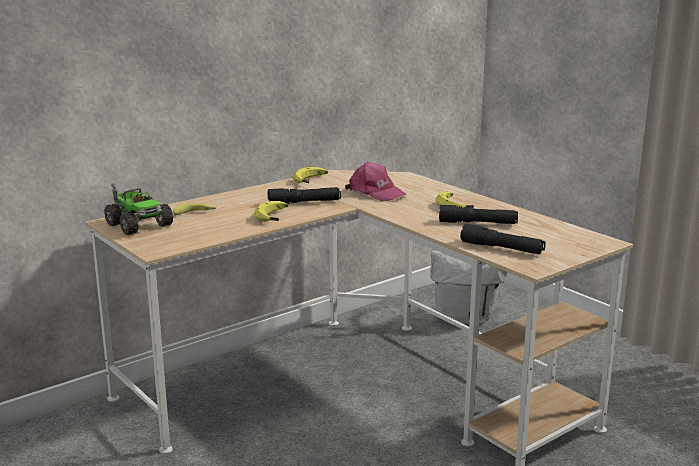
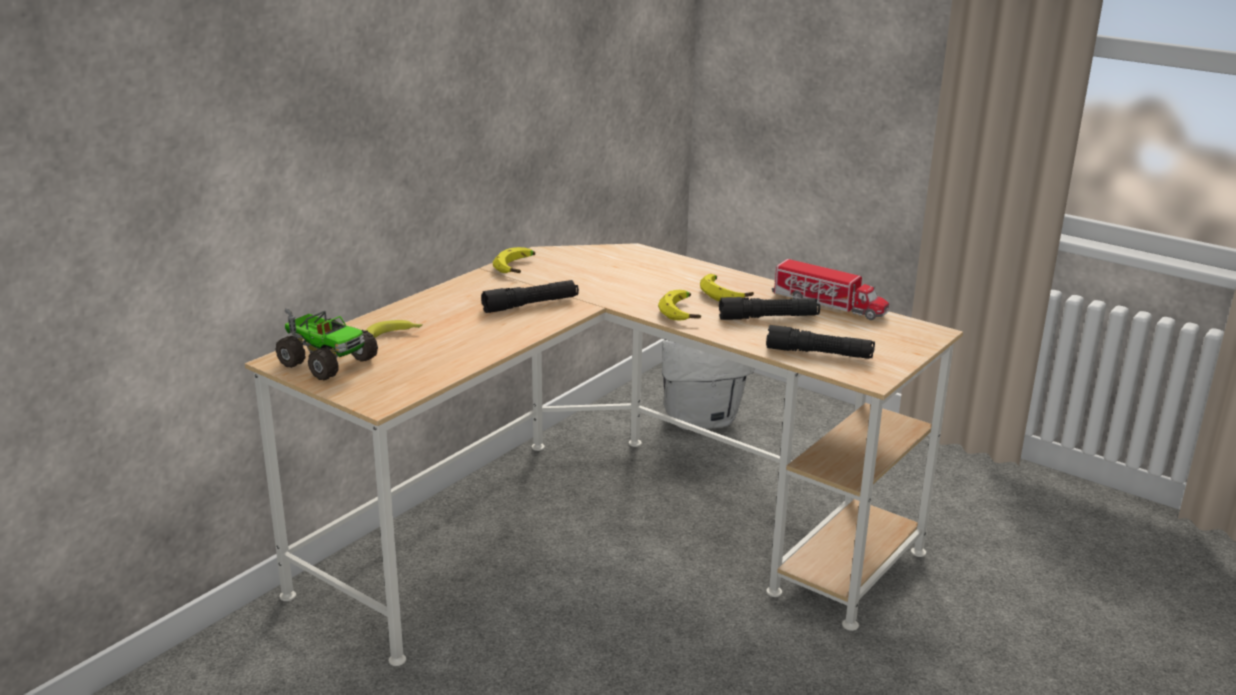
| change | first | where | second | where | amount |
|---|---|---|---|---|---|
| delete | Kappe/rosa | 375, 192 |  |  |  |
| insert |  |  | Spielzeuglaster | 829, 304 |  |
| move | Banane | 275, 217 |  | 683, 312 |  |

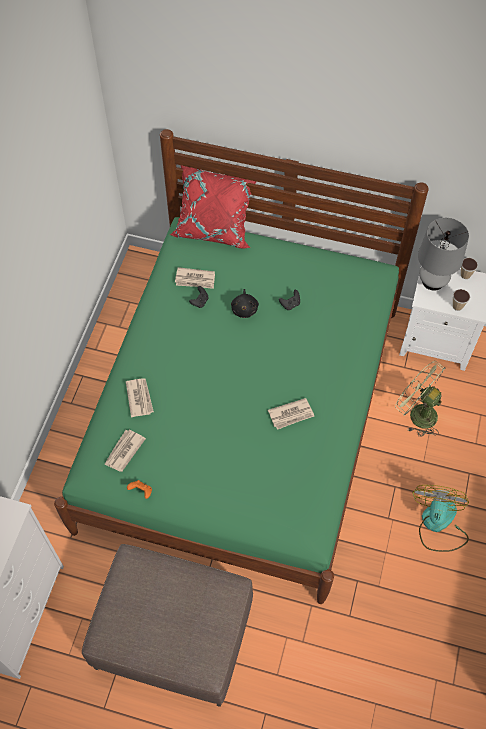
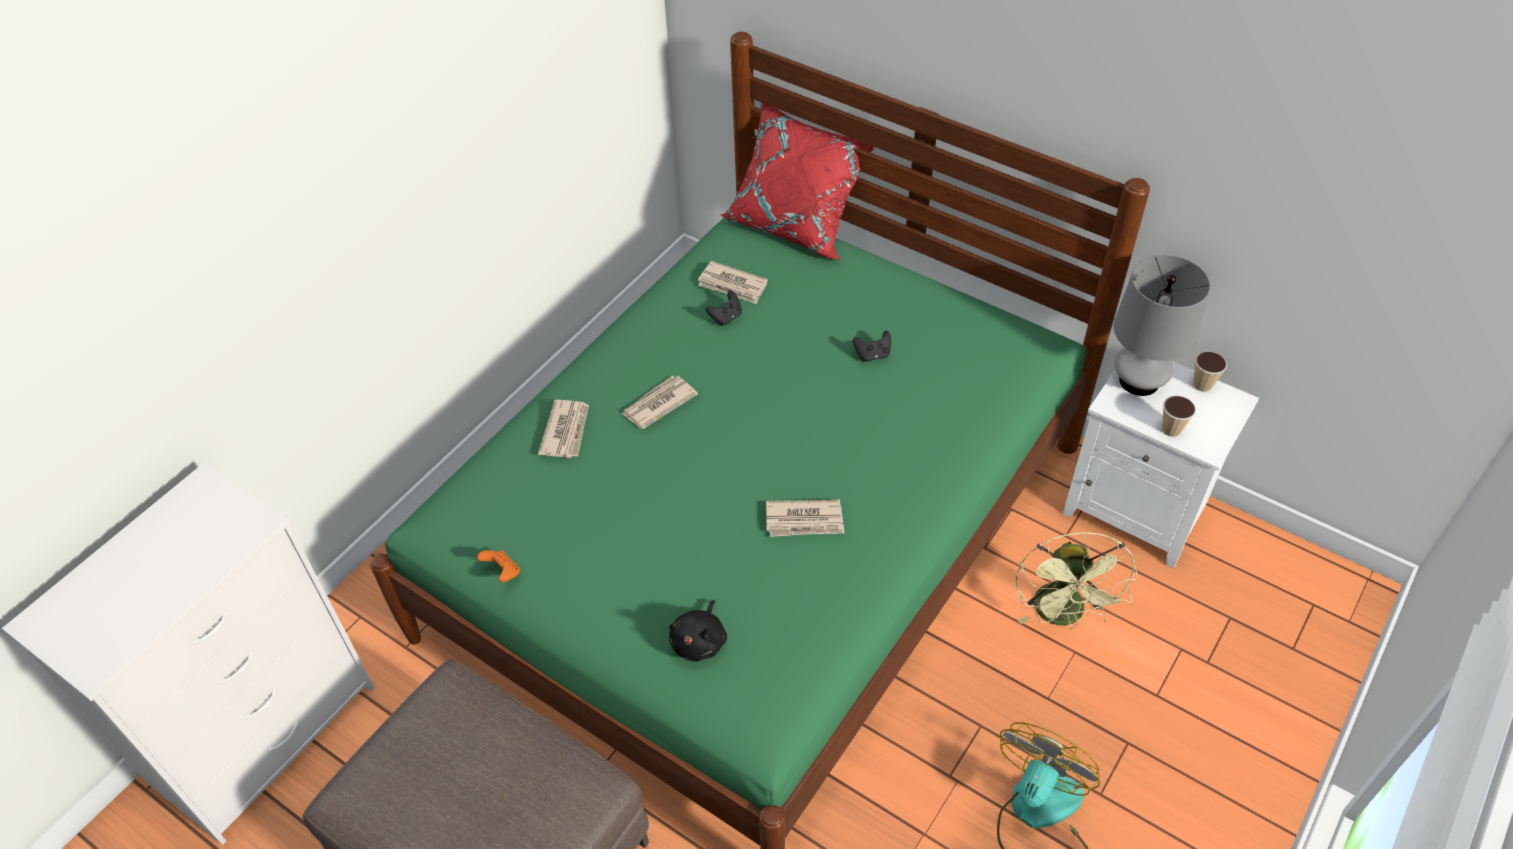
| change | first | where | second | where | amount |
|---|---|---|---|---|---|
| move | Zeitung | 124, 451 |  | 658, 404 |  |
| move | Plüschtier/schwarz | 244, 309 |  | 700, 641 |  |
| rotate | Ventilator/grün | 417, 413 |  | 1063, 615 | 150 degrees counterclockwise |

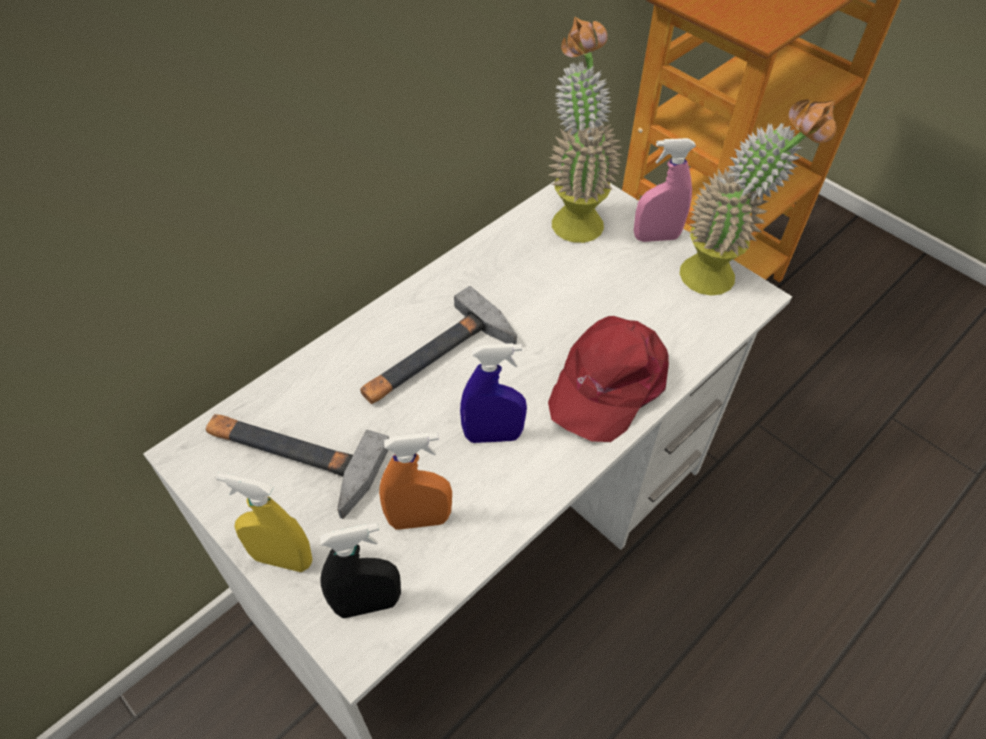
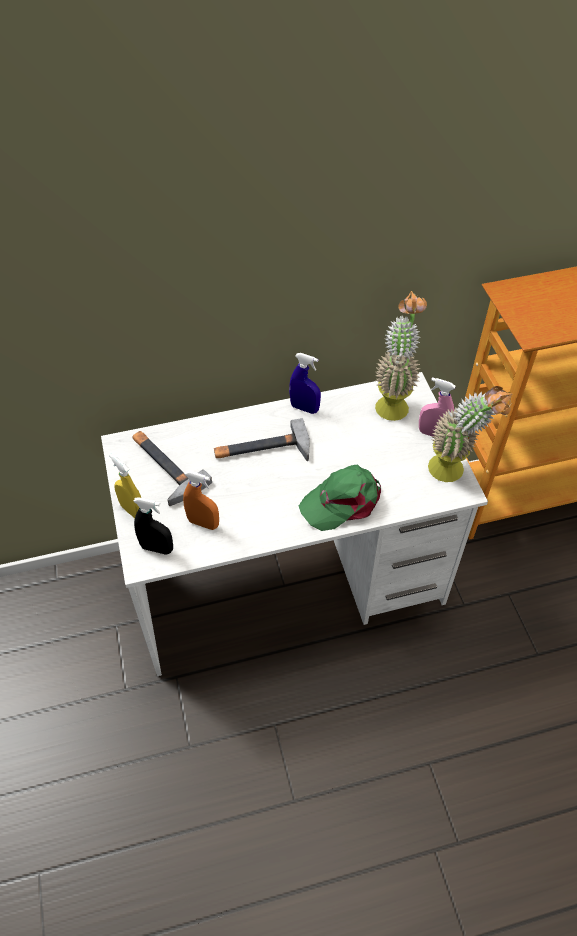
| change | first | where | second | where | amount |
|---|---|---|---|---|---|
| move | Sprühflasche/blau | 493, 436 |  | 304, 408 |  |
| recolor | Kappe/rot | 607, 383 | Kappe/grün | 342, 501 |  |

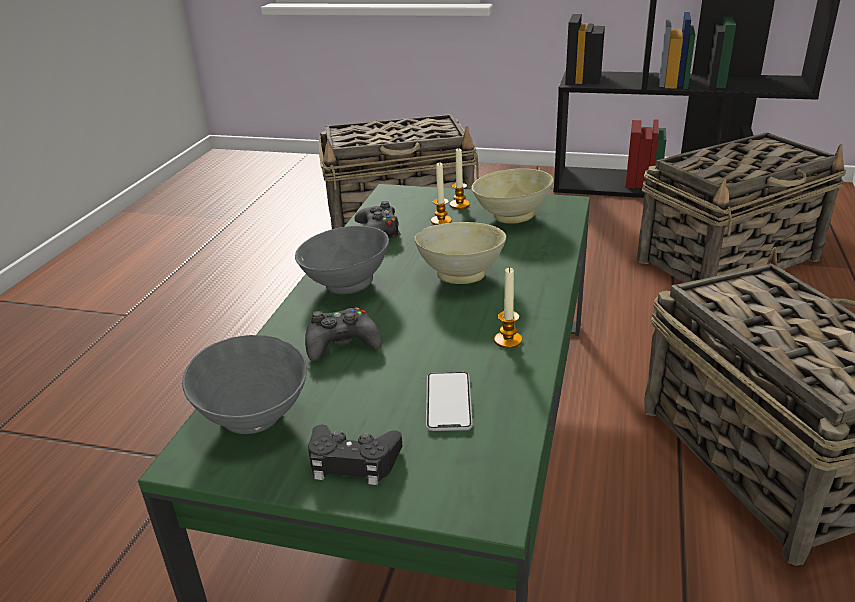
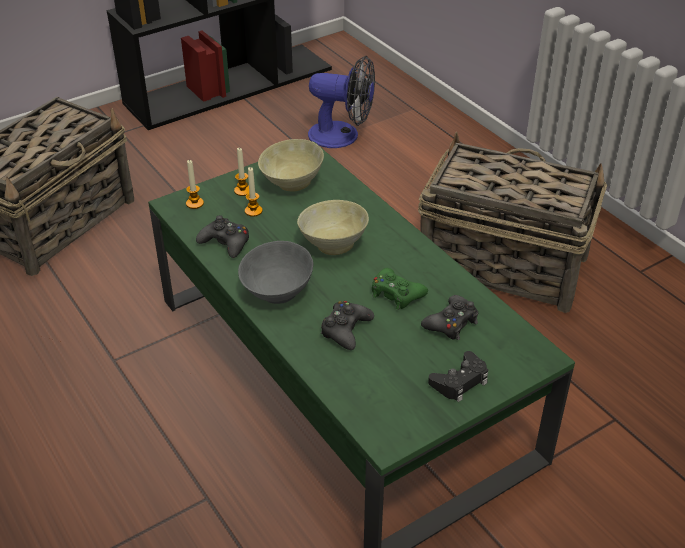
| change | first | where | second | where | amount |
|---|---|---|---|---|---|
| delete | Schüssel/grau | 252, 418 |  |  |  |
| insert |  |  | Gamepad/grün | 396, 294 |  |
| move | Kerze | 508, 340 |  | 194, 203 |  |
| replace | Handy | 448, 402 | Gamepad/schwarz | 451, 323 |  |
| replace | Korb | 729, 259 | Ventilator | 342, 136 |  |

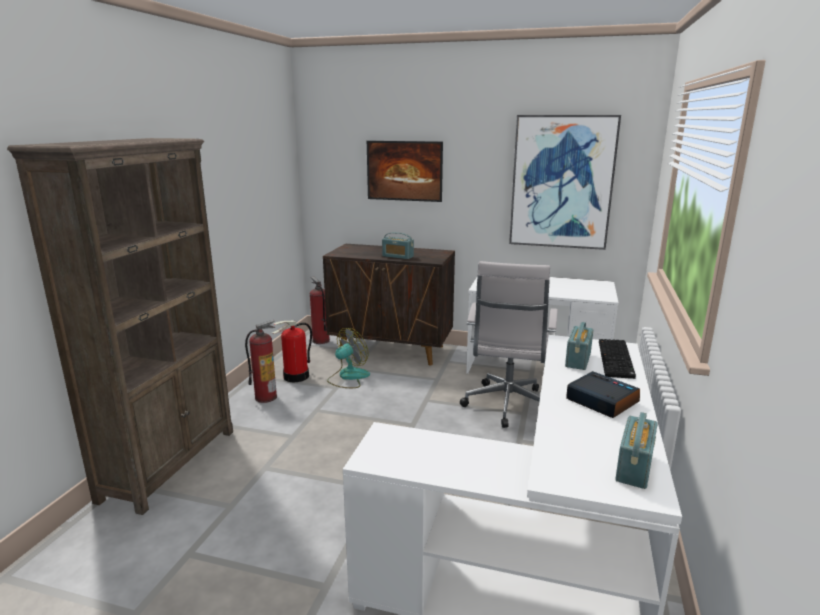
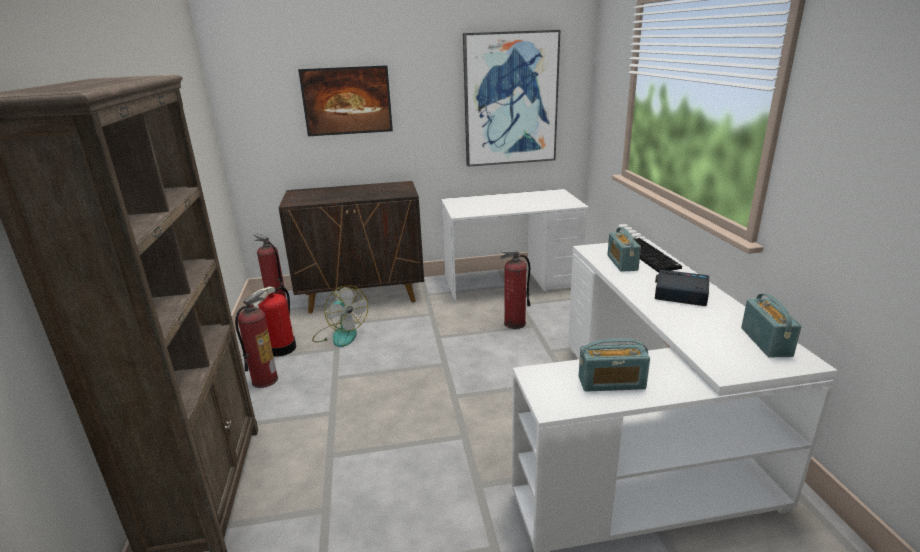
| change | first | where | second | where | amount |
|---|---|---|---|---|---|
| move | Radio | 397, 256 |  | 611, 383 |  |
| replace | Bürostuhl/weiß | 507, 407 | Feuerlöscher | 514, 323 |  |
| rotate | Ventilator | 348, 377 |  | 340, 334 | 120 degrees clockwise |

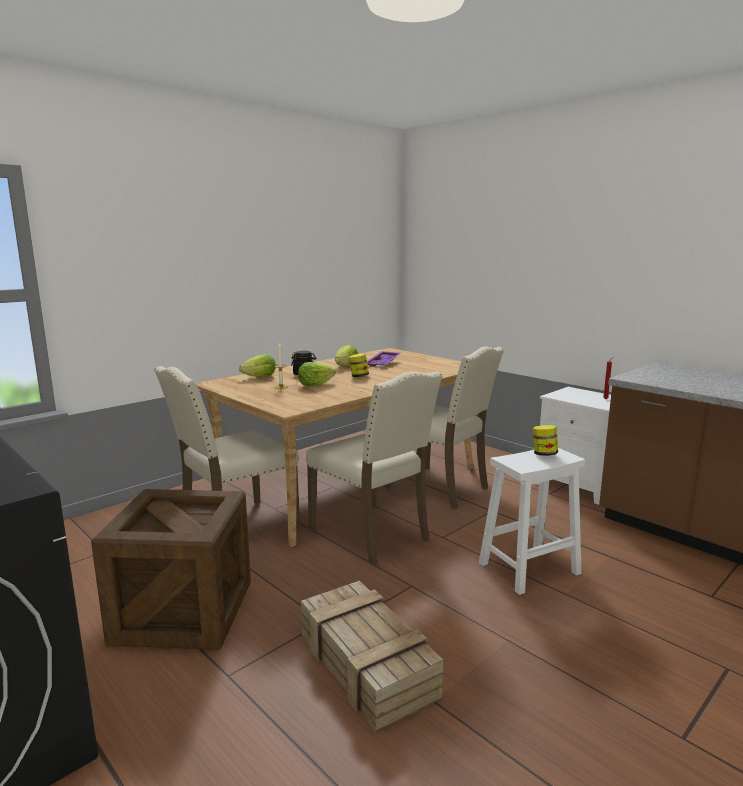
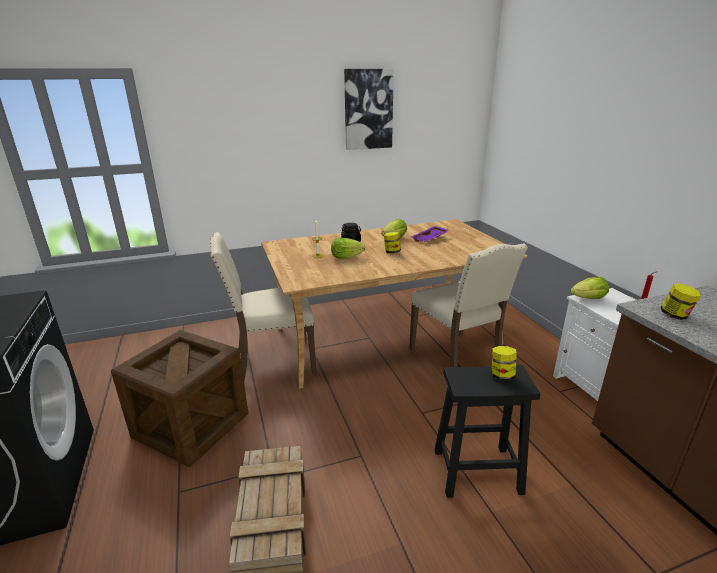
| change | first | where | second | where | amount |
|---|---|---|---|---|---|
| delete | Stuhl/beige | 372, 534 |  |  |  |
| insert |  |  | Bild | 368, 109 |  |
| insert |  |  | Vorratsglas | 675, 315 |  |
| move | Salatkopf | 260, 377 |  | 588, 299 |  |
| recolor | Hocker/weiß | 530, 568 | Hocker/schwarz | 478, 471 |  |

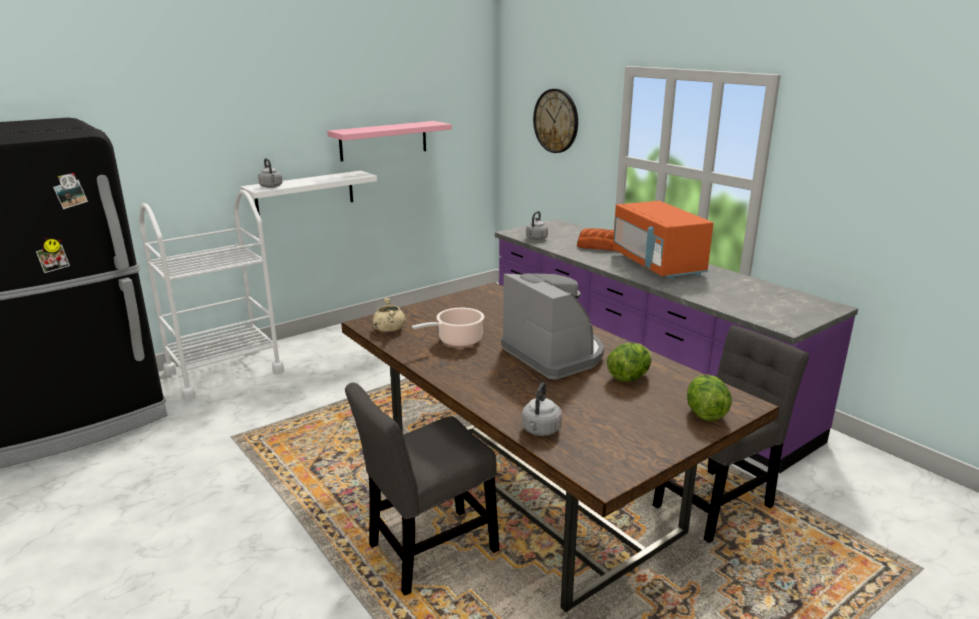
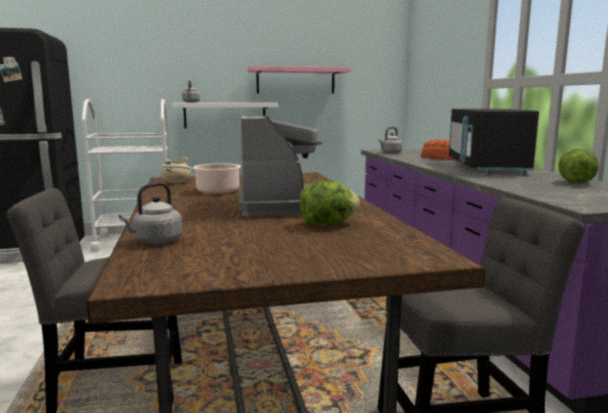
| change | first | where | second | where | amount |
|---|---|---|---|---|---|
| delete | Wanduhr | 556, 121 |  |  |  |
| move | Salatkopf | 705, 413 |  | 575, 182 |  |
| recolor | Mikrowelle/orange | 657, 265 | Mikrowelle/schwarz | 486, 168 |  |

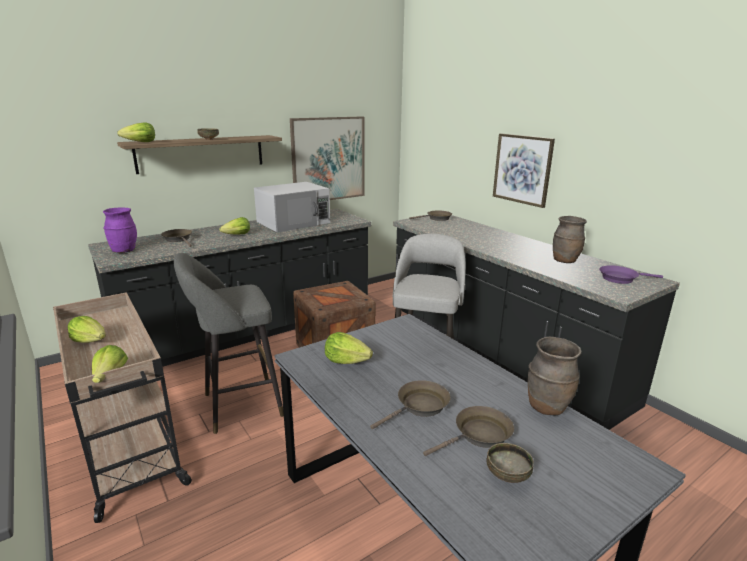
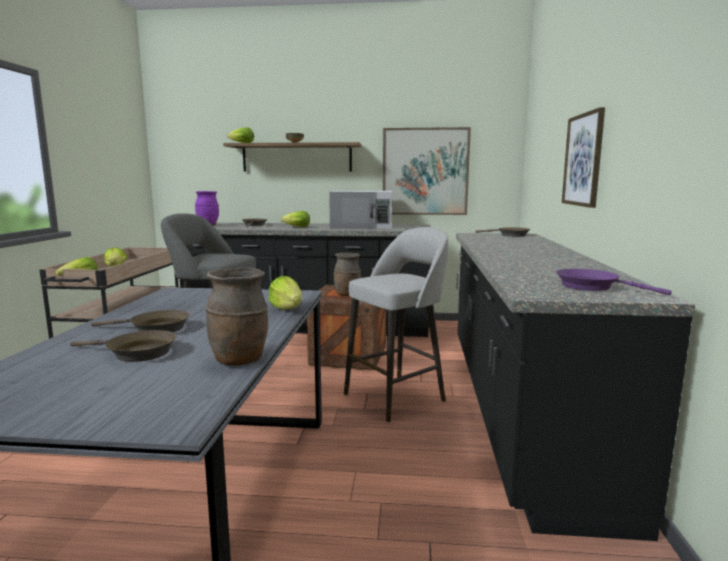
| change | first | where | second | where | amount |
|---|---|---|---|---|---|
| delete | Schüssel | 507, 475 |  |  |  |
| move | Salatkopf | 346, 361 |  | 287, 309 |  |
| move | Vase/braun | 565, 261 |  | 347, 295 |  |

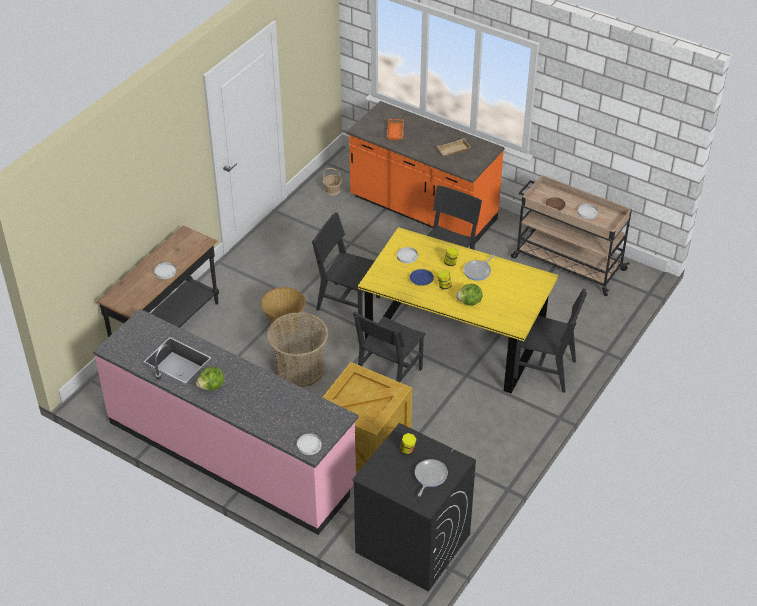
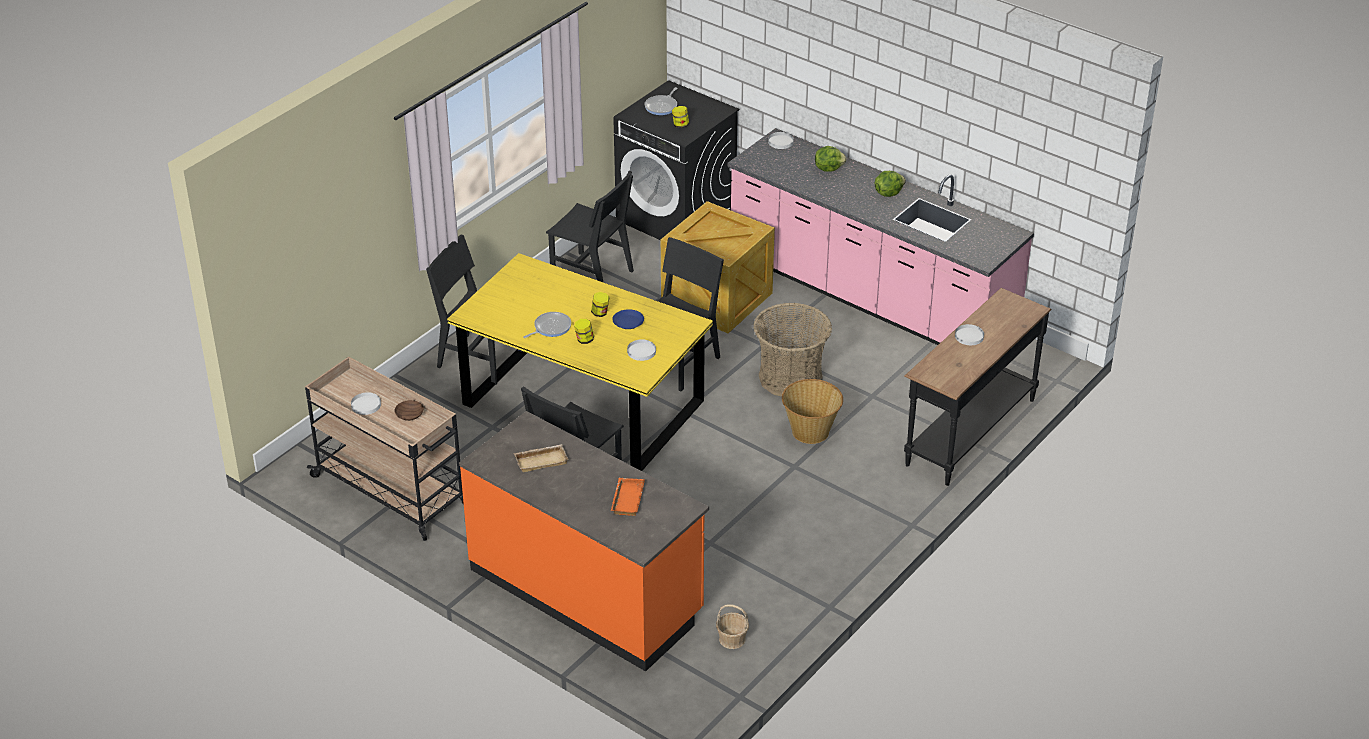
| change | first | where | second | where | amount |
|---|---|---|---|---|---|
| move | Stuhl/schwarz | 348, 303 |  | 592, 275 |  |
| move | Salatkopf | 469, 302 |  | 828, 168 |  |

